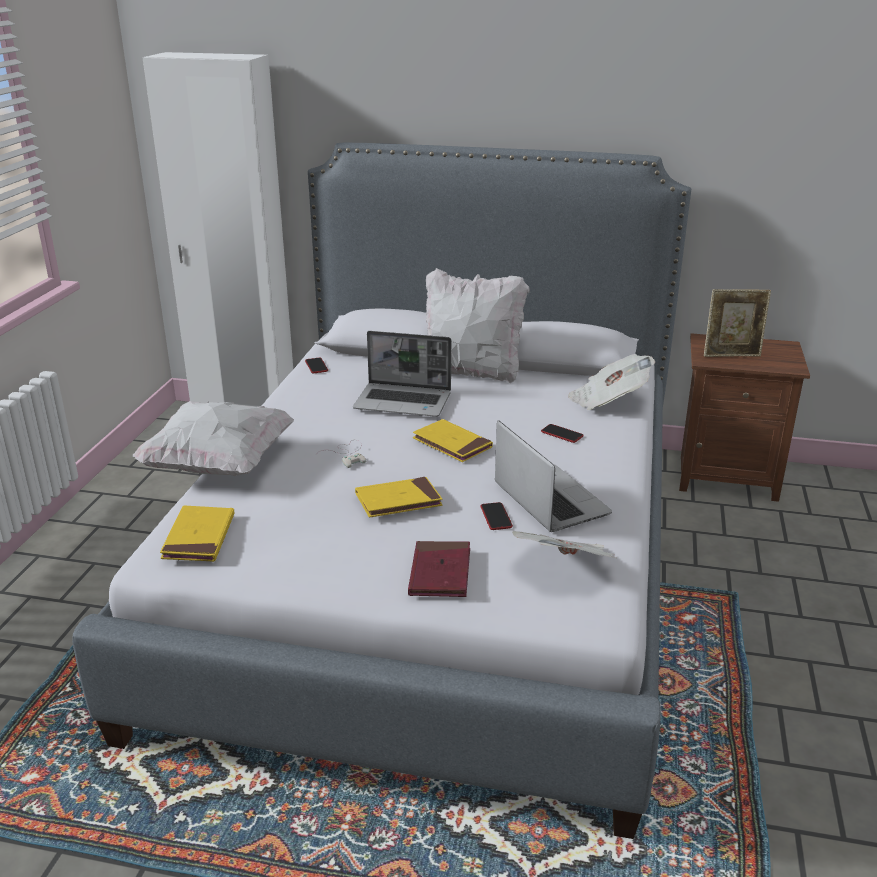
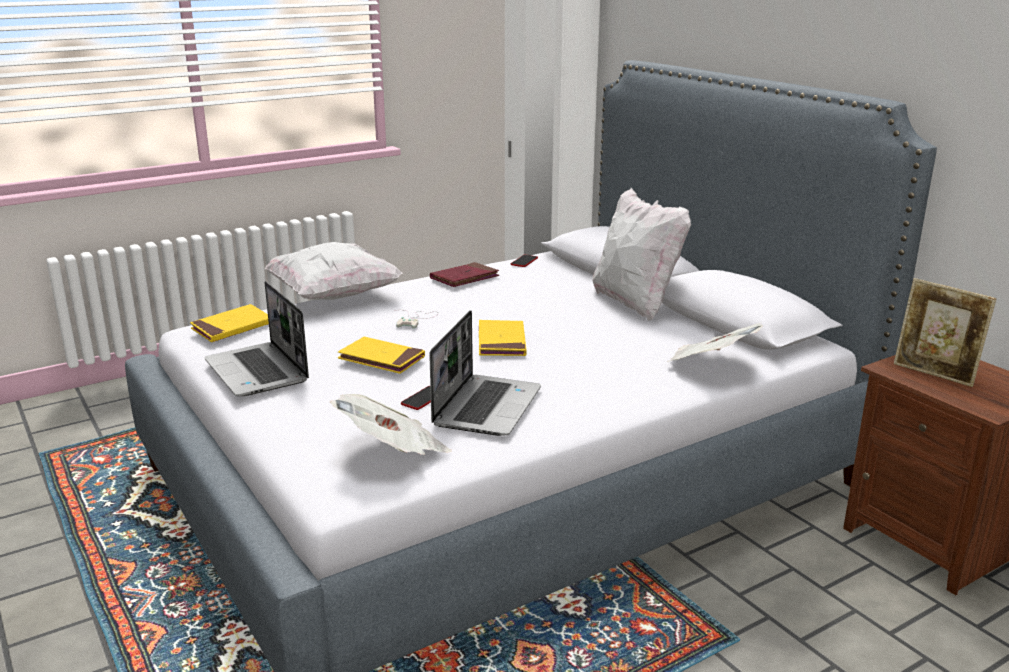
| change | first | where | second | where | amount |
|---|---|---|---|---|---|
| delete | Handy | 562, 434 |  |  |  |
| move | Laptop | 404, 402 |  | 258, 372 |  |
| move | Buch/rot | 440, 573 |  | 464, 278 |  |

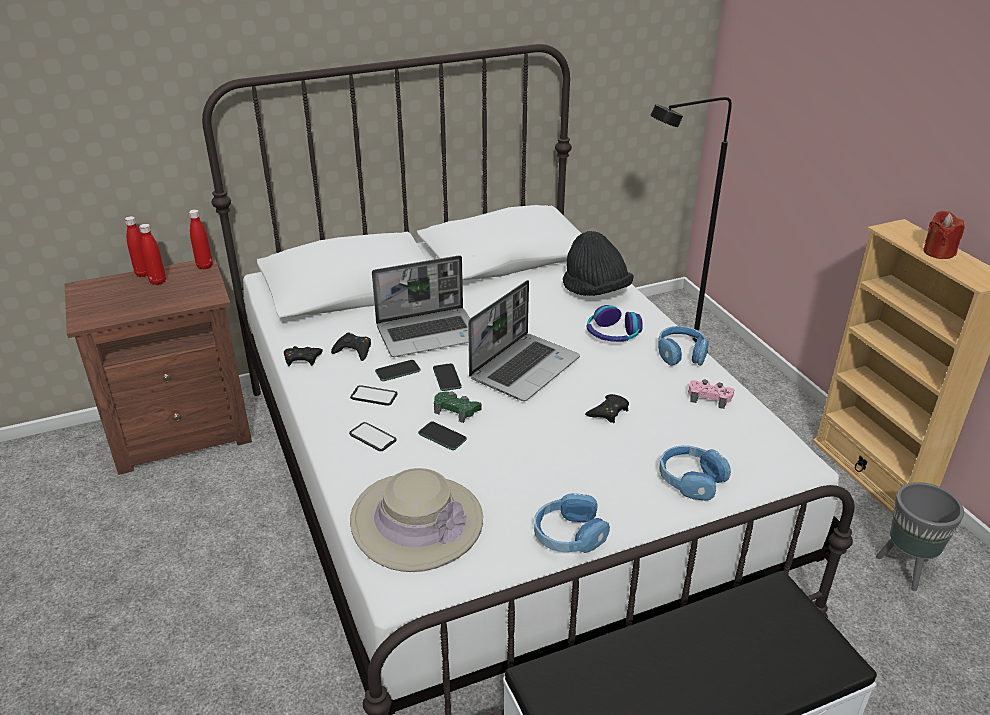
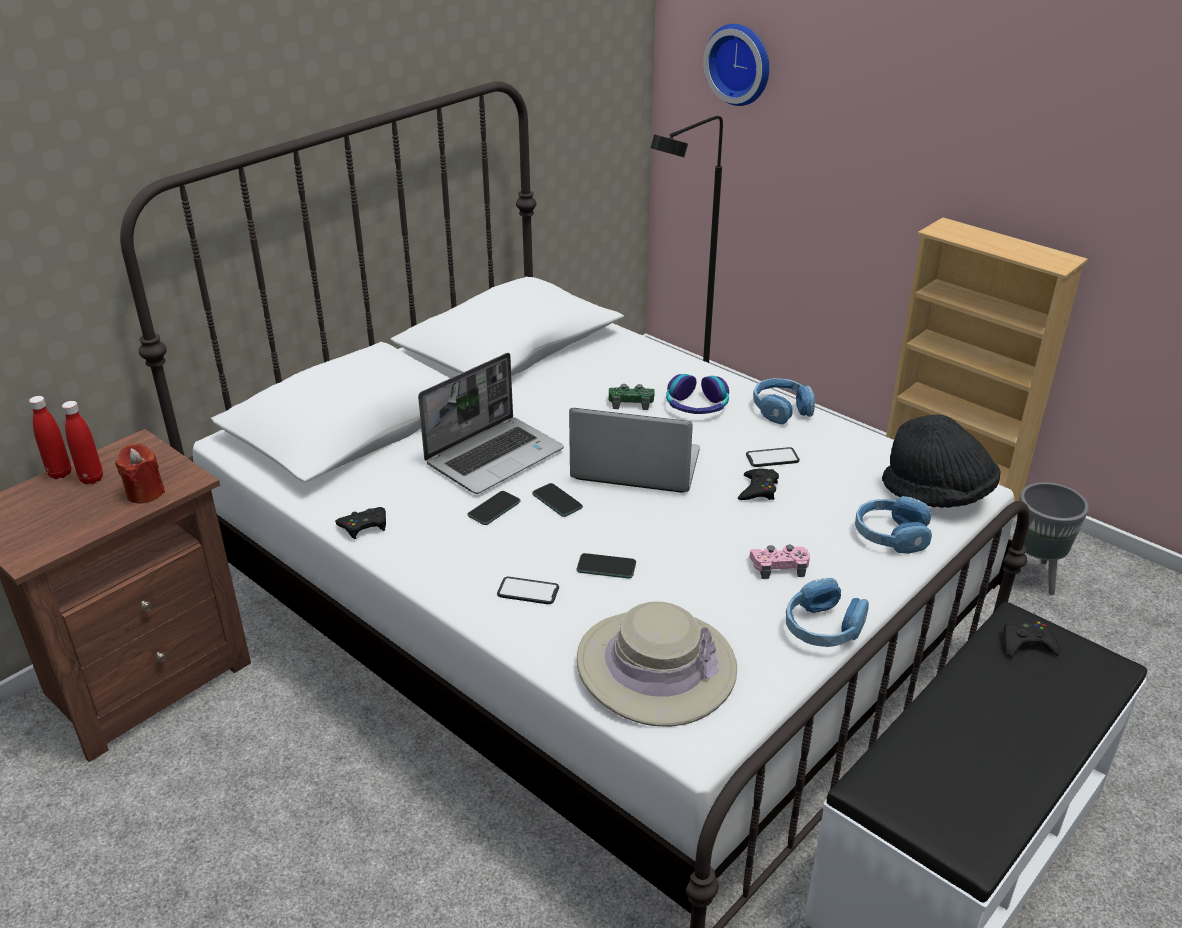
| change | first | where | second | where | amount |
|---|---|---|---|---|---|
| delete | Flasche/rot | 204, 266 |  |  |  |
| insert |  |  | Wanduhr | 740, 63 |  |
| move | Gamepad/schwarz | 353, 350 |  | 1026, 644 |  |
| move | Handy | 374, 396 |  | 772, 458 |  |
| move | Gamepad/grün | 456, 410 |  | 631, 402 |  |
| move | Hut/schwarz | 595, 291 |  | 937, 494 |  |
| move | Gamepad/rosa | 709, 397 |  | 779, 566 |  |
| move | Kerze/rot | 938, 252 |  | 145, 493 |  |
| rotate | Laptop | 524, 368 |  | 633, 466 | 90 degrees counterclockwise |

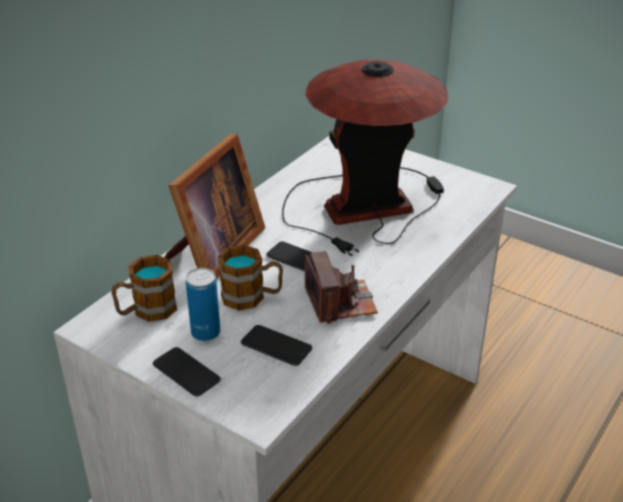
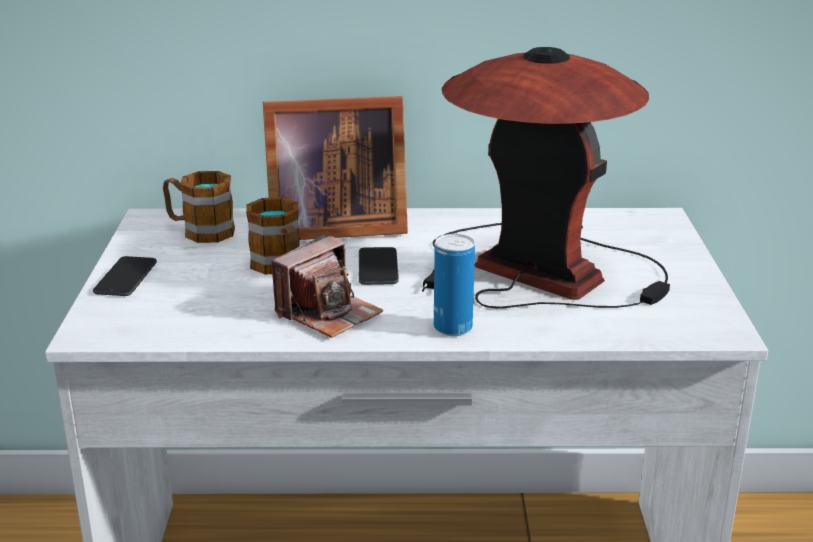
| change | first | where | second | where | amount |
|---|---|---|---|---|---|
| delete | Handy | 276, 346 |  |  |  |
| move | Dose | 205, 333 |  | 453, 328 |  |

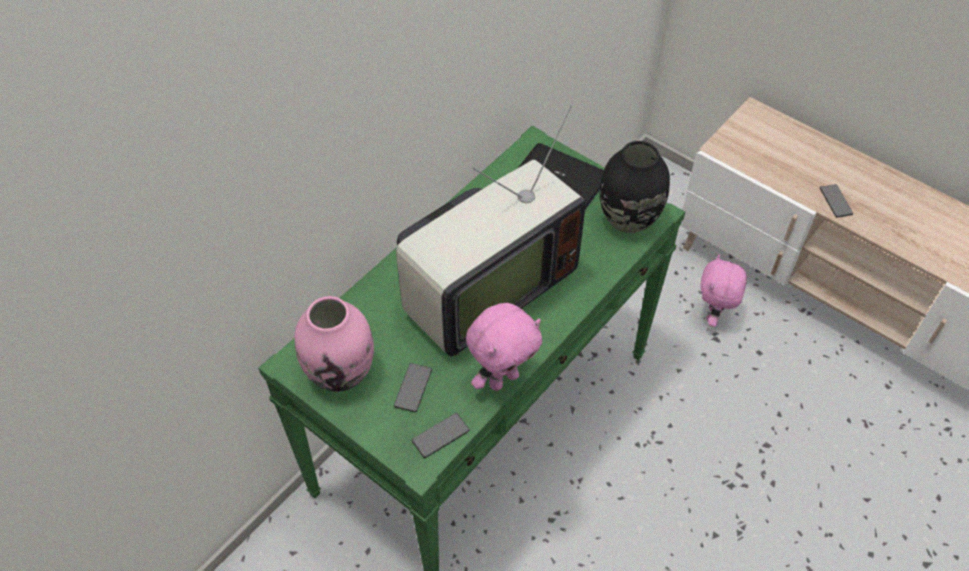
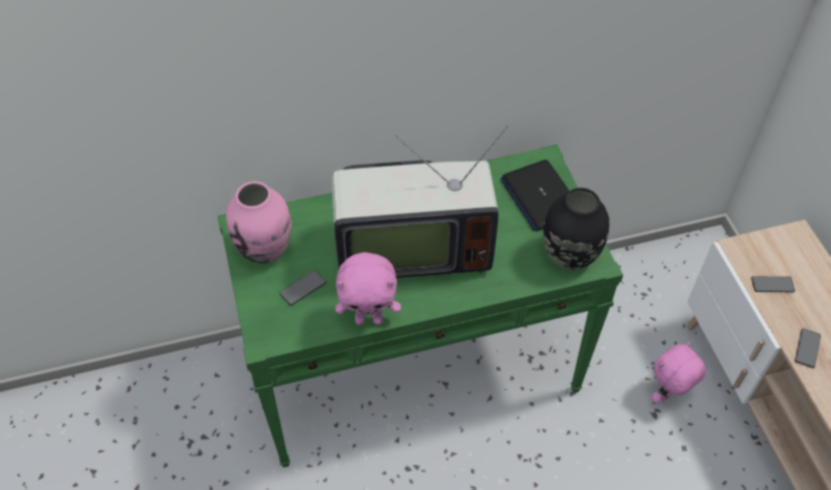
| change | first | where | second | where | amount |
|---|---|---|---|---|---|
| move | Handy | 440, 436 |  | 772, 284 |  |

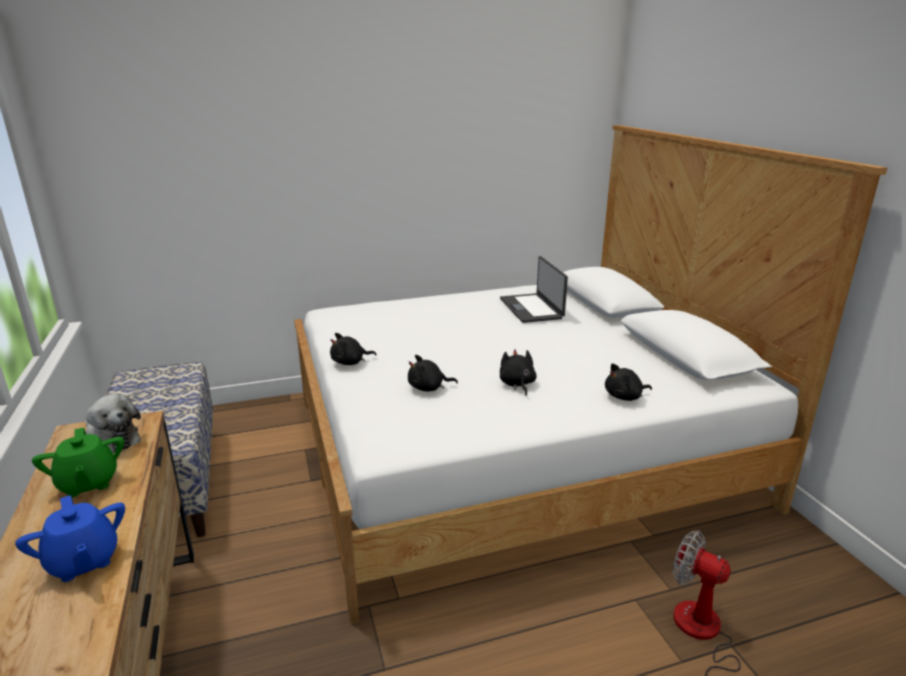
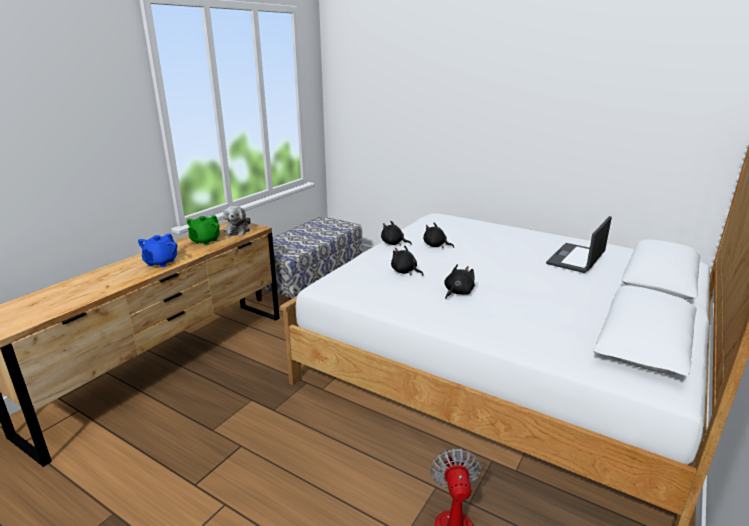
| change | first | where | second | where | amount |
|---|---|---|---|---|---|
| move | Plüschtier/schwarz | 625, 397 |  | 436, 246 |  |

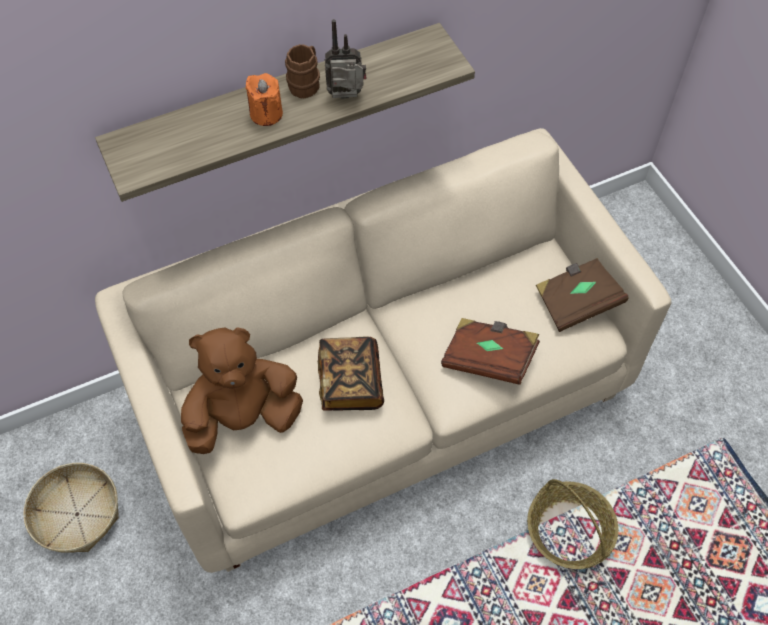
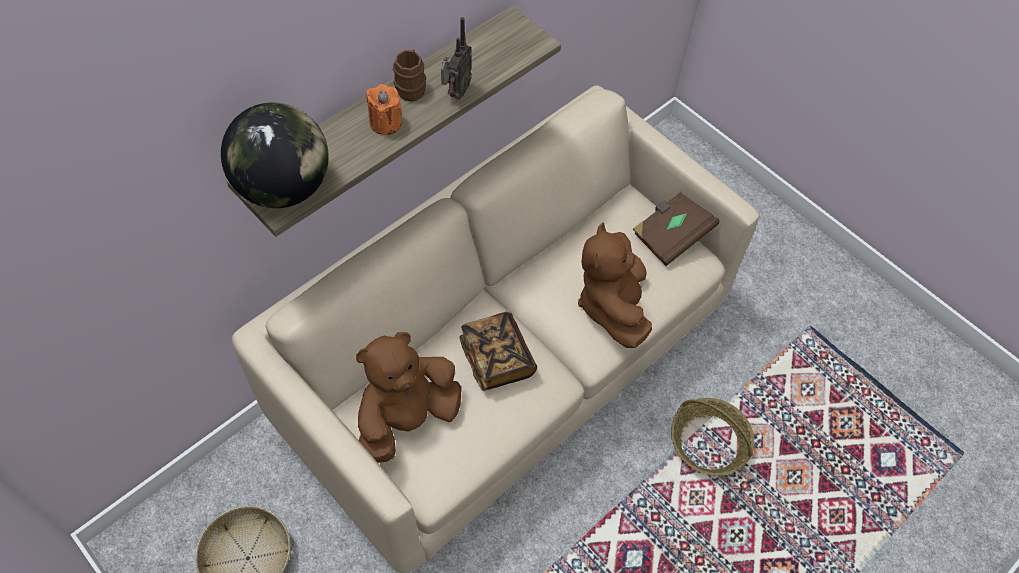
| change | first | where | second | where | amount |
|---|---|---|---|---|---|
| insert |  |  | Globus | 284, 187 |  |
| replace | Buch/braun | 489, 358 | Plüschtier/braun | 612, 305 |  |
| rotate | Radio | 347, 99 |  | 455, 93 | 135 degrees clockwise |

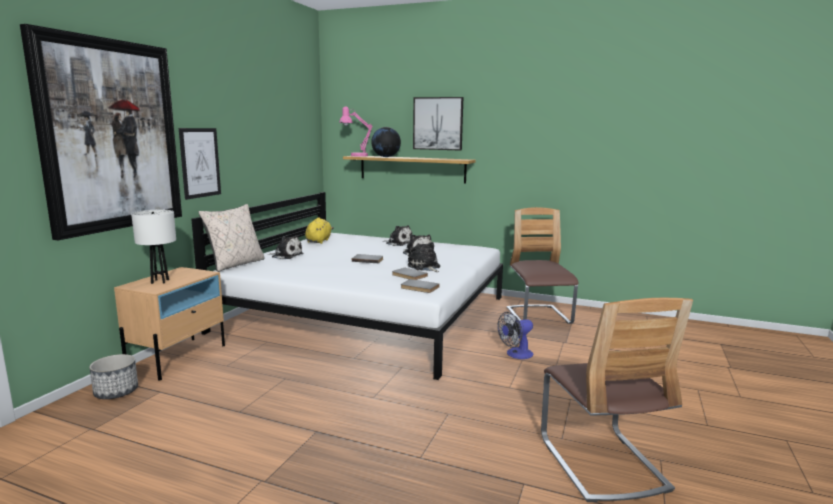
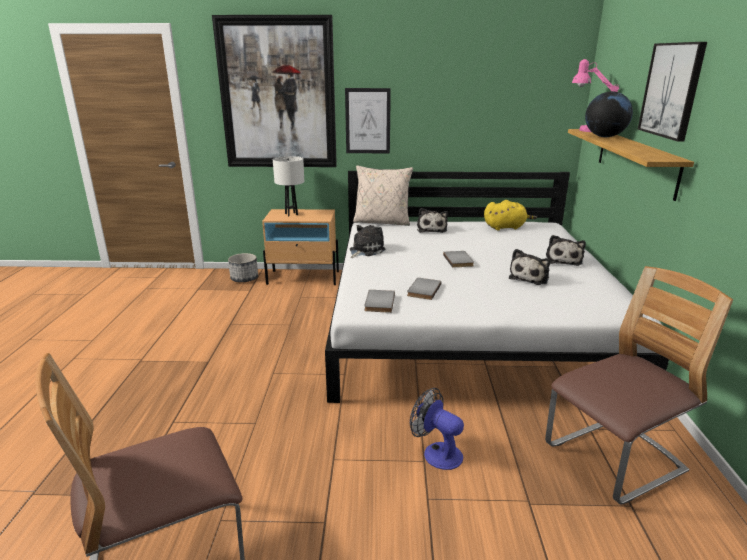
| change | first | where | second | where | amount |
|---|---|---|---|---|---|
| move | Plüschtier | 424, 267 |  | 365, 250 |  |

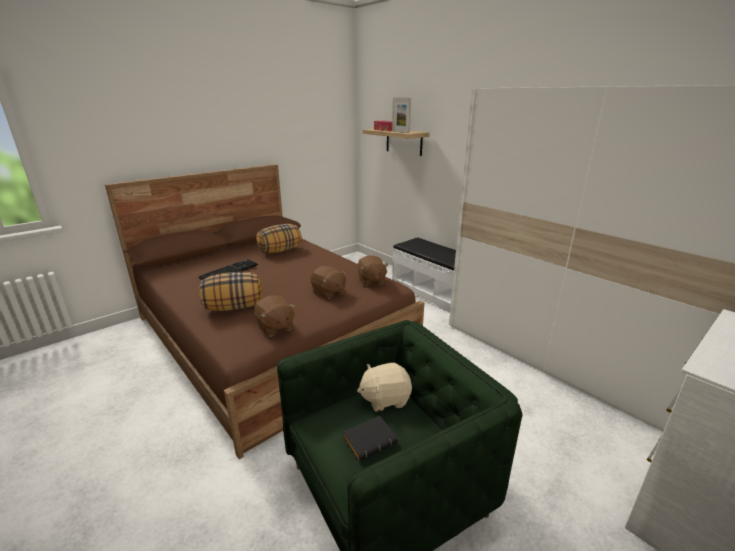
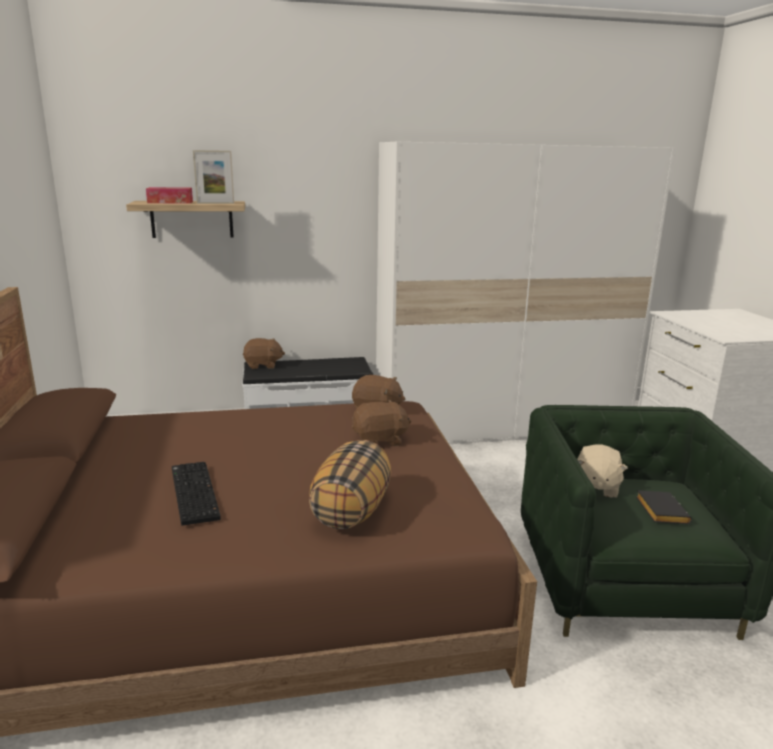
| change | first | where | second | where | amount |
|---|---|---|---|---|---|
| delete | Kissen | 280, 250 |  |  |  |
| move | Plüschtier/braun | 275, 327 |  | 263, 365 |  |

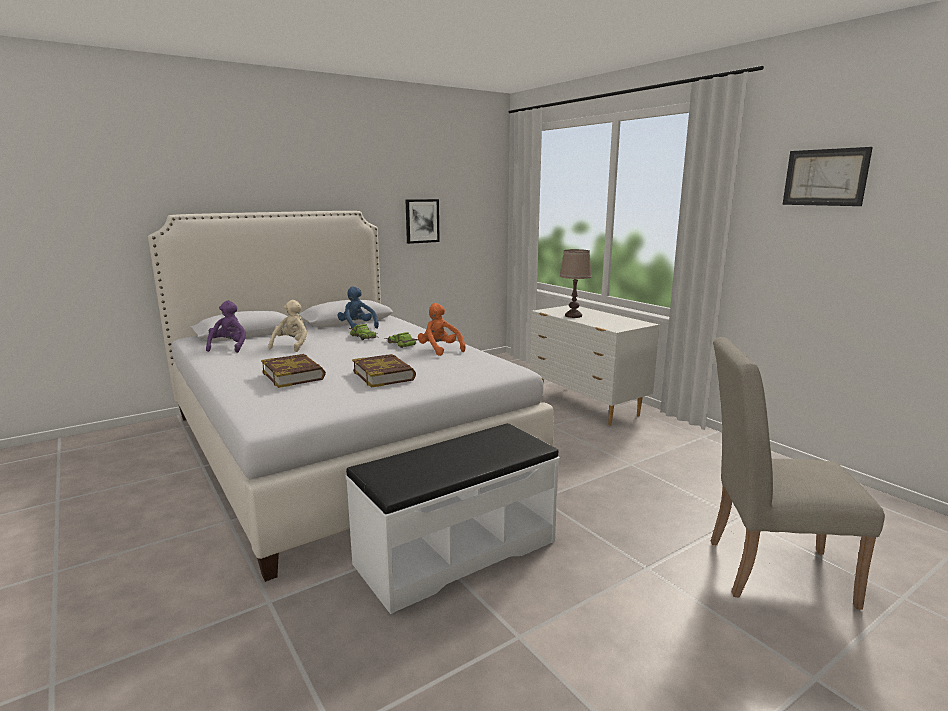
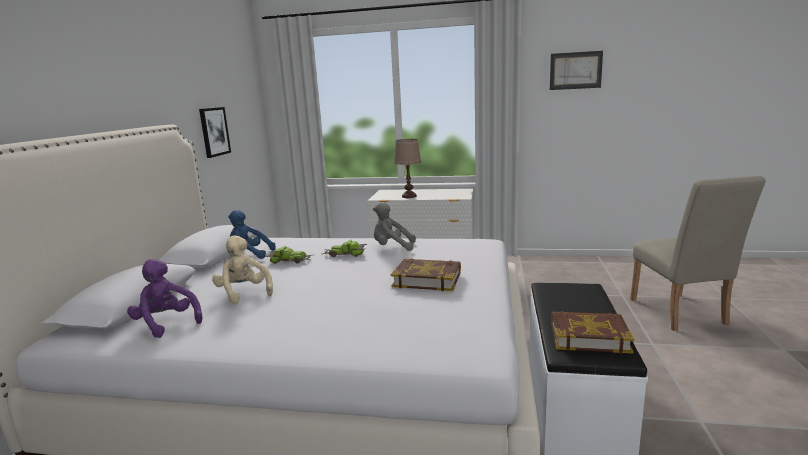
| change | first | where | second | where | amount |
|---|---|---|---|---|---|
| move | Buch | 293, 375 |  | 588, 337 |  |
| recolor | Plüschtier/orange | 439, 350 | Plüschtier/grau | 392, 247 |  |
| rotate | Stuhl/beige | 766, 570 |  | 680, 314 | 60 degrees counterclockwise |

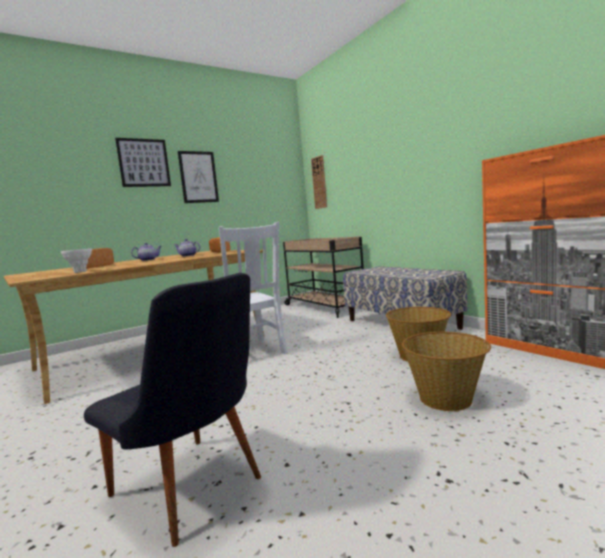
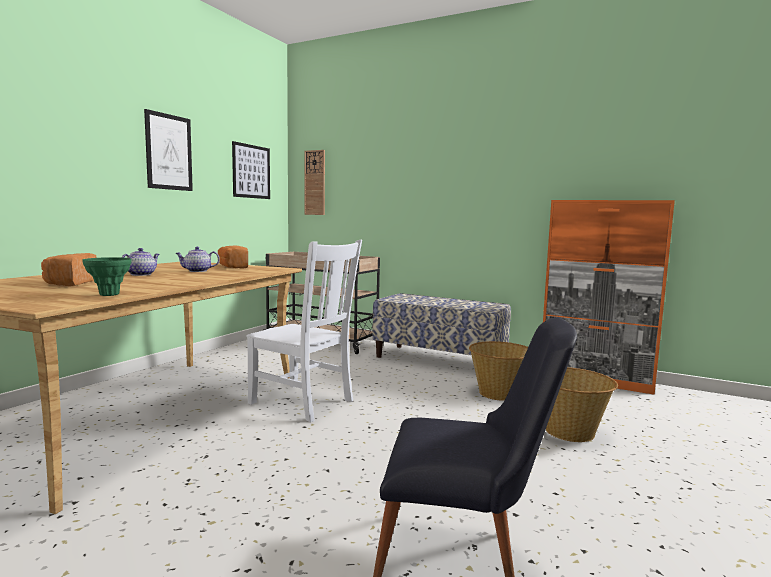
| change | first | where | second | where | amount |
|---|---|---|---|---|---|
| move | Bild | 144, 163 |  | 251, 171 |  |
| recolor | Vase/weiß | 80, 272 | Vase/grün | 109, 295 |  |

